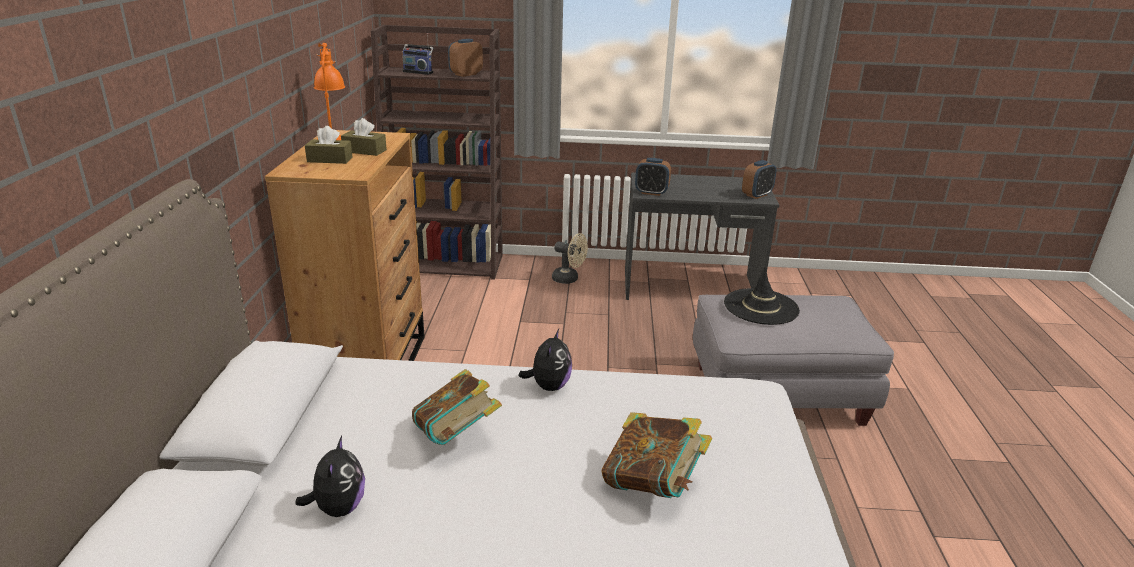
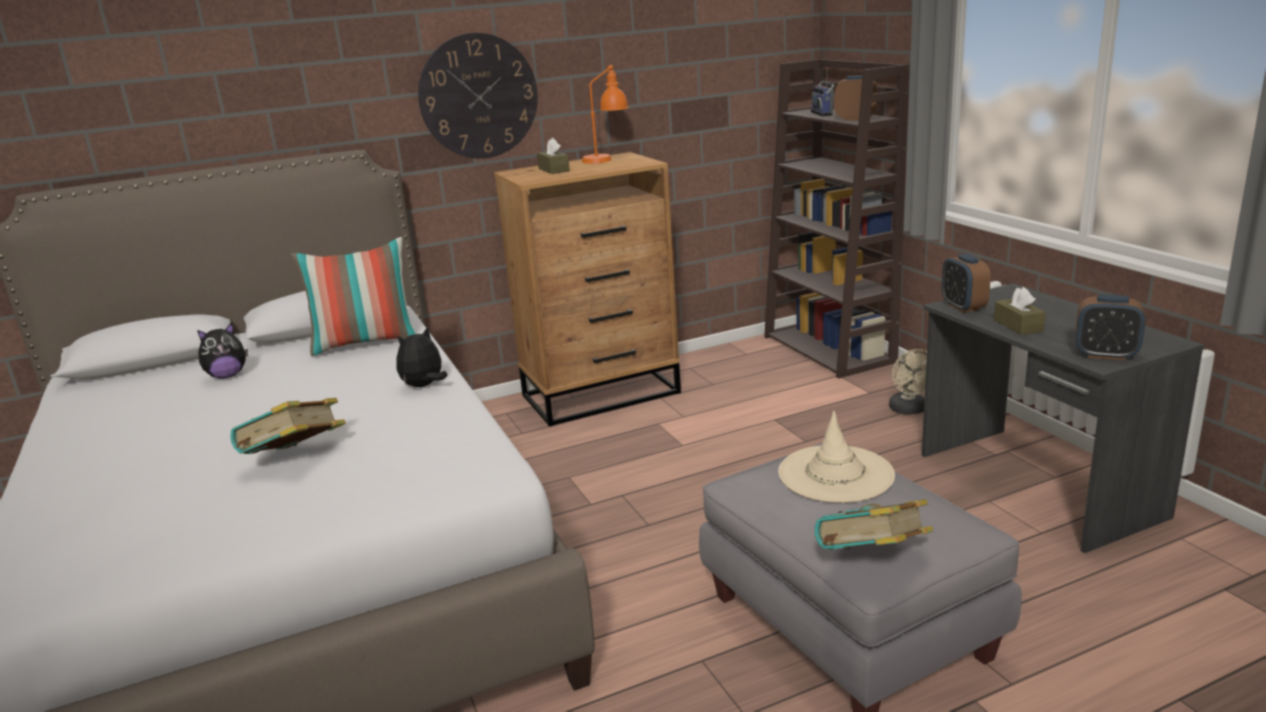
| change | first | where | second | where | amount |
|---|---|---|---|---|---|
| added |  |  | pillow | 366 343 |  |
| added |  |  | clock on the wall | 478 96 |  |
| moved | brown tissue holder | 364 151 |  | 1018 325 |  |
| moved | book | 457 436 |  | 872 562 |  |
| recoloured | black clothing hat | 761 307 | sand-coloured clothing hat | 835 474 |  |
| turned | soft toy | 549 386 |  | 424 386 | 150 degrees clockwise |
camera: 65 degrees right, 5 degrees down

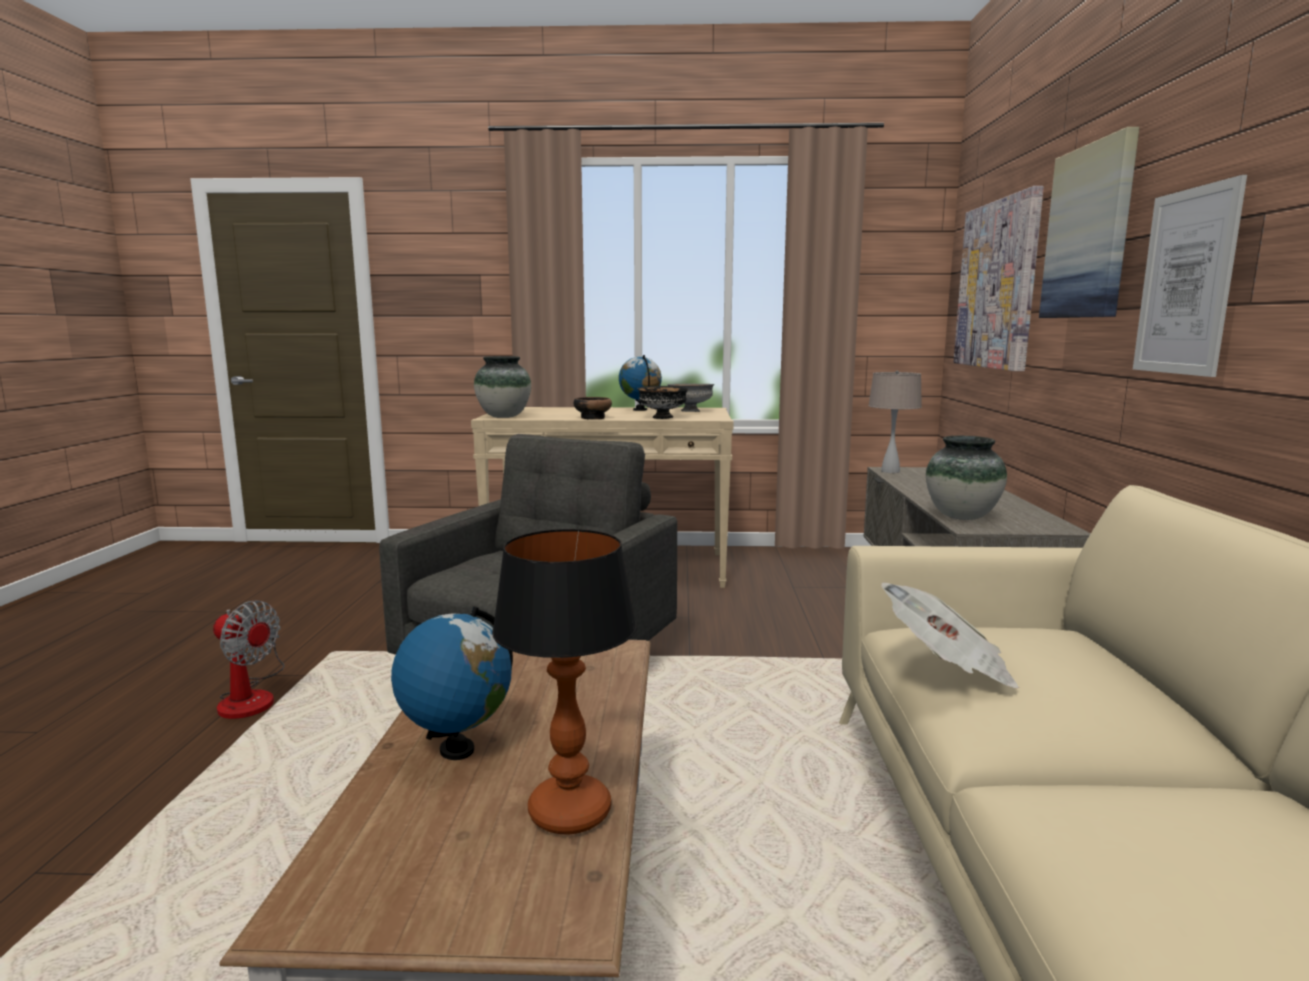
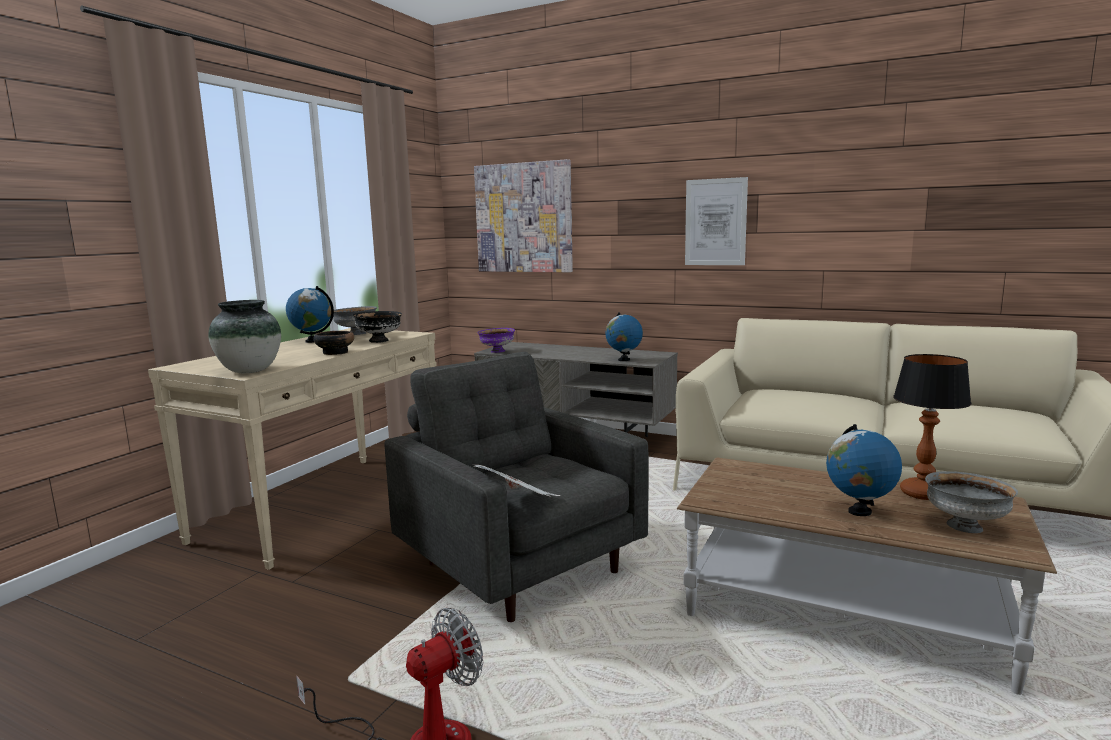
| change | first | where | second | where | amount |
|---|---|---|---|---|---|
| removed | wall art | 1089 232 |  |  |  |
| added |  |  | gray bowl | 964 526 |  |
| moved | newspaper | 947 666 |  | 518 503 |  |
| replaced | sand-coloured lamp for a table | 890 471 | purple-coloured bowl | 497 351 |  |
| replaced | vase | 961 516 | desk globe | 623 360 |  |
camera: 65 degrees left, 0 degrees up

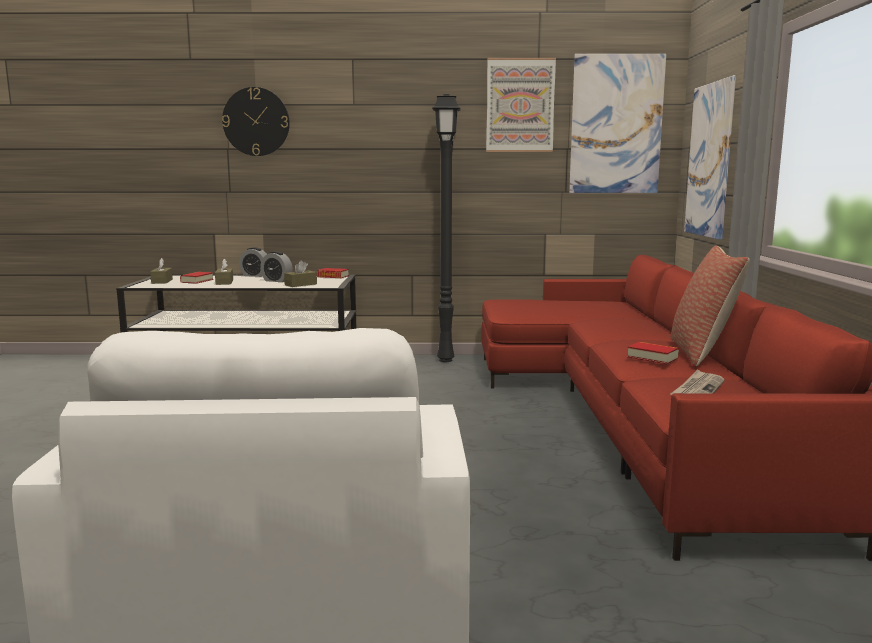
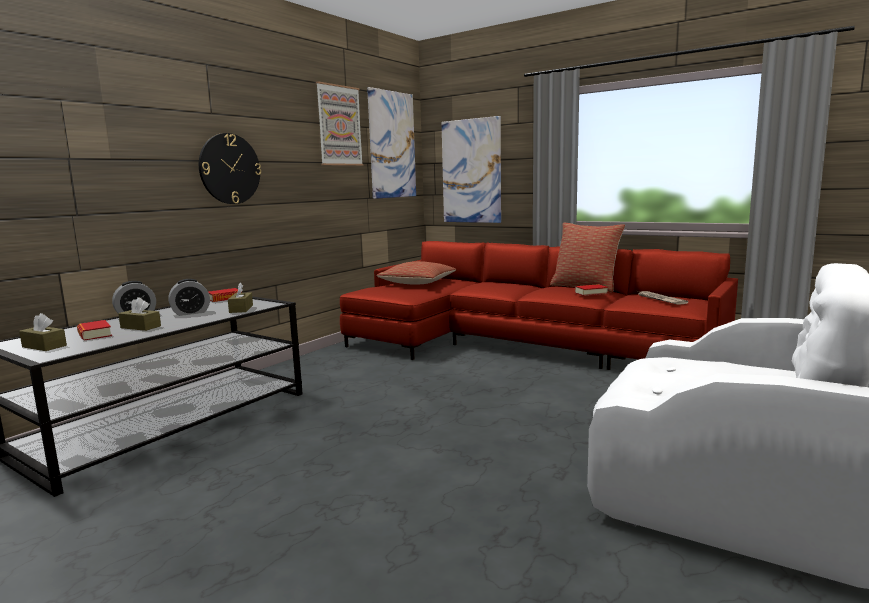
| change | first | where | second | where | amount |
|---|---|---|---|---|---|
| removed | black floor lamp | 444 360 |  |  |  |
| added |  |  | pillow | 418 283 |  |
| moved | clock on the wall | 256 122 |  | 229 169 |  |
camera: 55 degrees left, 0 degrees up

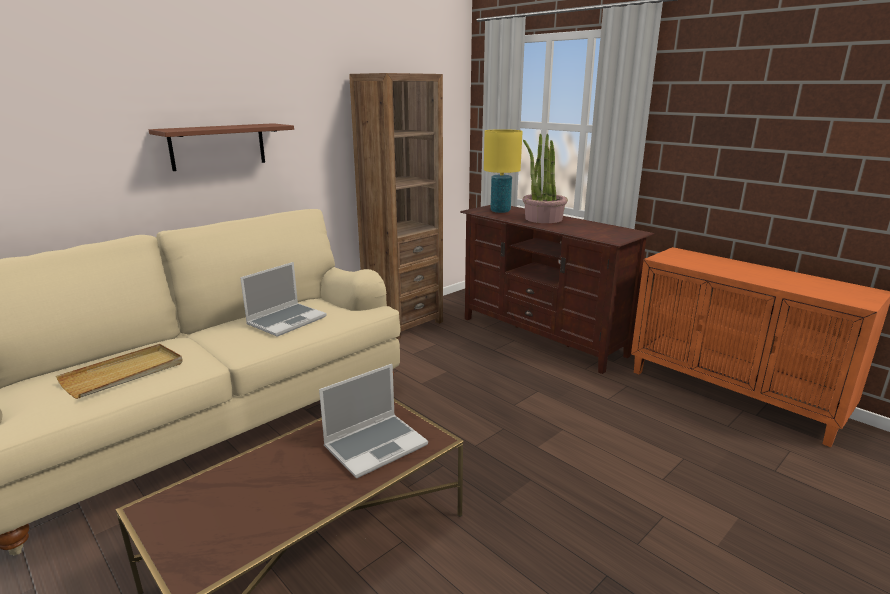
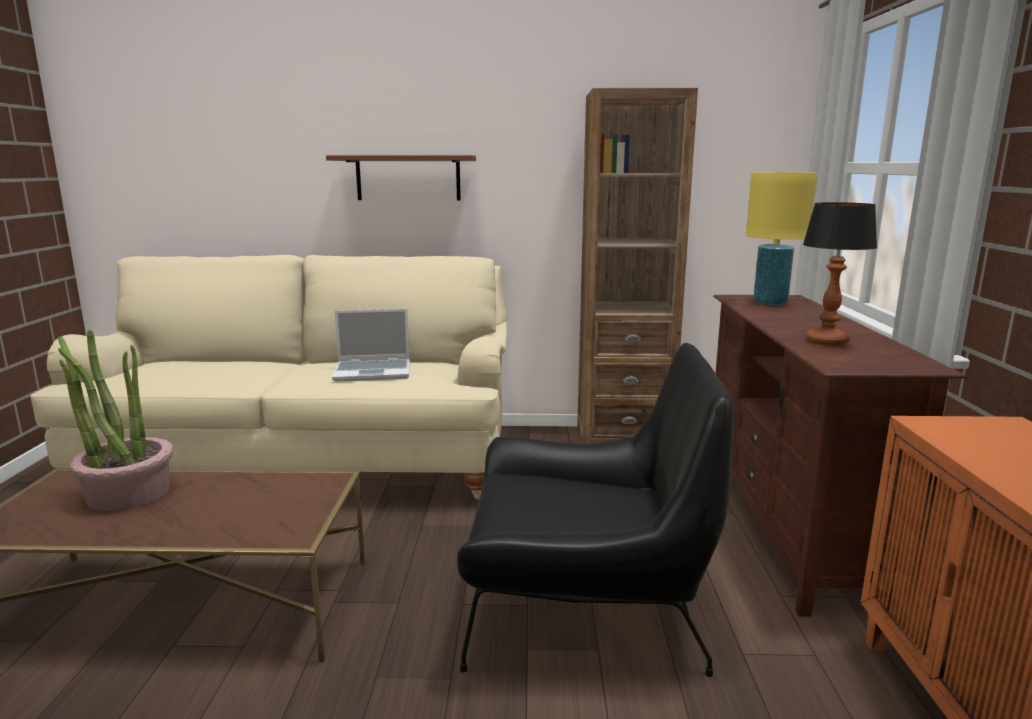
| change | first | where | second | where | amount |
|---|---|---|---|---|---|
| removed | sand-coloured serving tray | 124 374 |  |  |  |
| removed | laptop | 376 445 |  |  |  |
| added |  |  | black lounge chair | 585 606 |  |
| added |  |  | lamp for a table | 827 341 |  |
| moved | houseplant | 543 219 |  | 128 493 |  |
camera: 45 degrees right, 5 degrees down

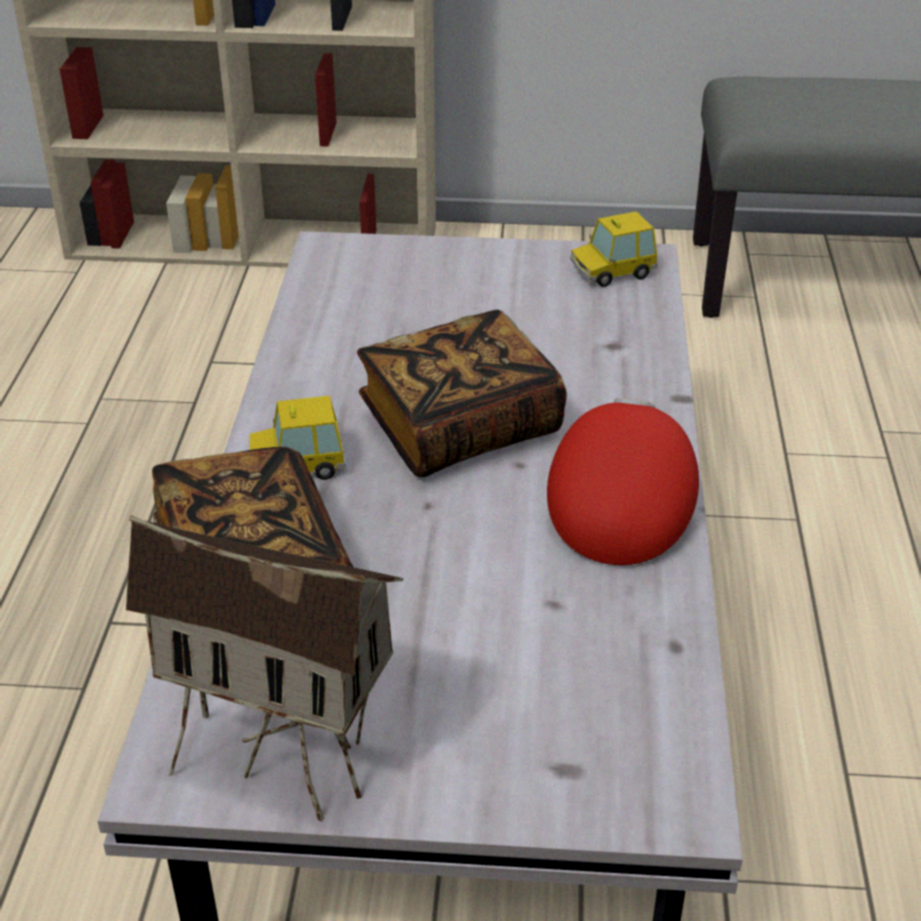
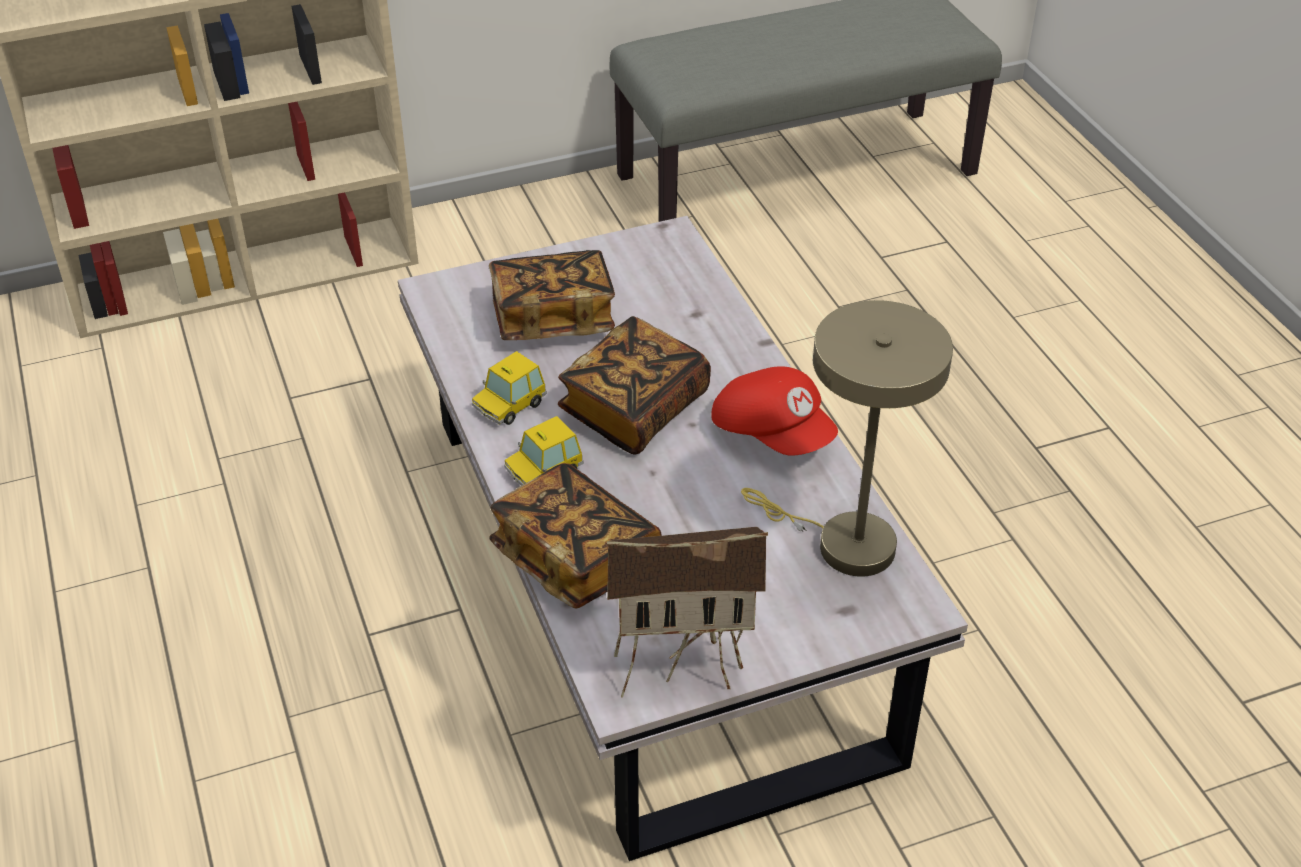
| change | first | where | second | where | amount |
|---|---|---|---|---|---|
| added |  |  | book | 552 318 |  |
| added |  |  | sand-coloured lamp for a table | 843 543 |  |
| moved | model car | 612 271 |  | 509 405 |  |
| turned | red-coloured peaked cap | 619 505 |  | 773 433 | 150 degrees clockwise |
camera: 25 degrees left, 5 degrees up

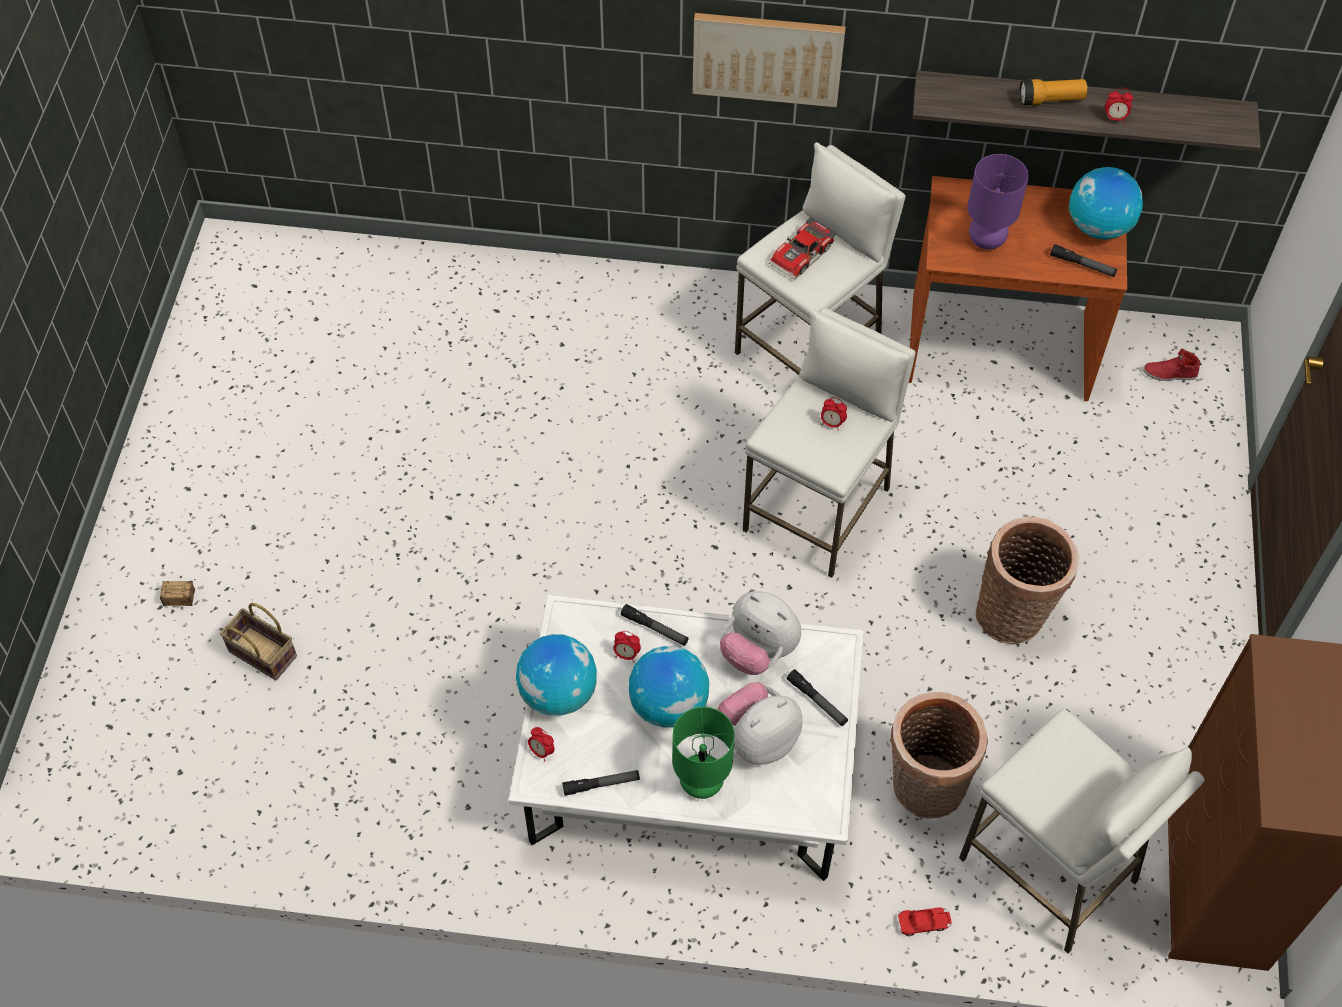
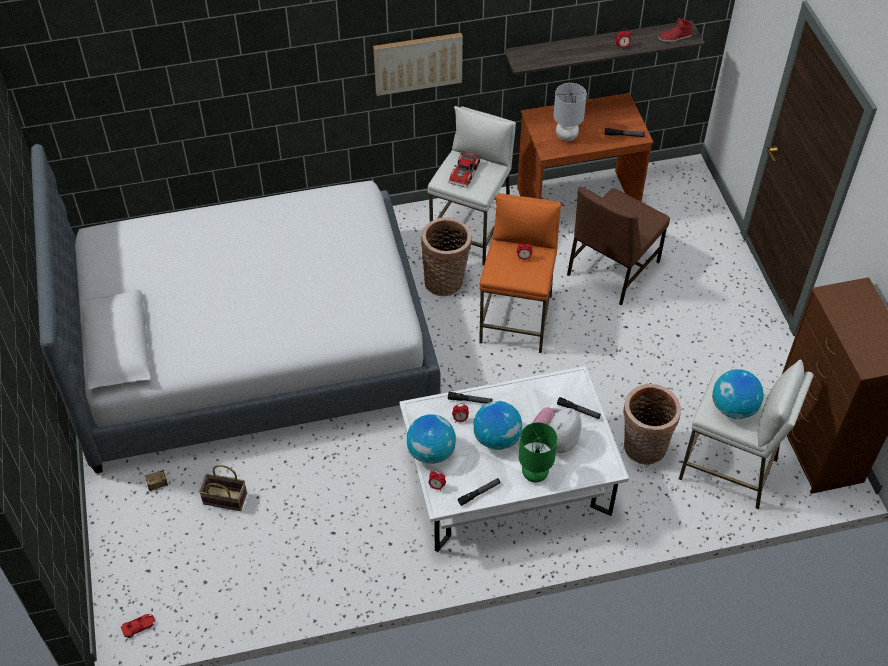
| change | first | where | second | where | amount |
|---|---|---|---|---|---|
| removed | soft toy | 758 651 |  |  |  |
| removed | hand torch | 1051 100 |  |  |  |
| added |  |  | bedroom bed | 252 345 |  |
| added |  |  | brown upright chair | 611 269 |  |
| moved | red-coloured model car | 924 922 |  | 139 626 |  |
| moved | household basket | 1014 615 |  | 446 281 |  |
| moved | desk globe | 1098 227 |  | 733 408 |  |
| moved | red-coloured shoe | 1170 374 |  | 675 37 |  |
| recoloured | whitish stool | 818 509 | orange stool | 516 319 |  |
| recoloured | purple-coloured lamp for a table | 986 240 | gray lamp for a table | 566 136 |  |
camera: 20 degrees left, 5 degrees down

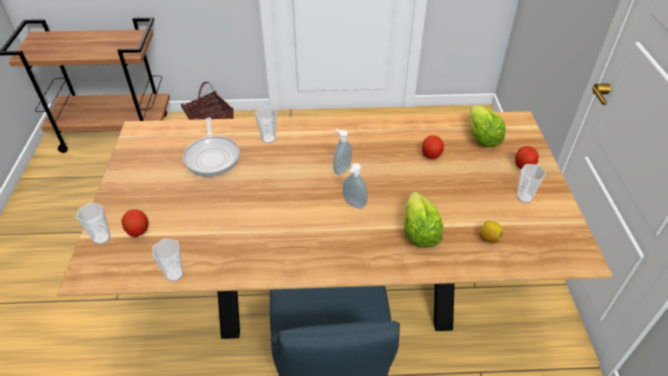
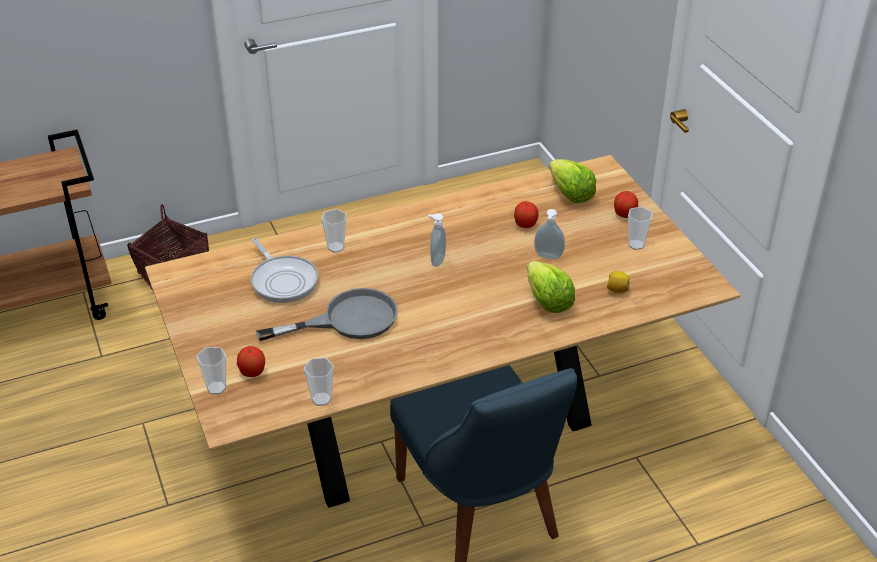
| change | first | where | second | where | amount |
|---|---|---|---|---|---|
| added |  |  | gray frying pan | 347 320 |  |
| moved | soap bottle | 353 205 |  | 548 257 |  |
camera: 20 degrees left, 5 degrees down

